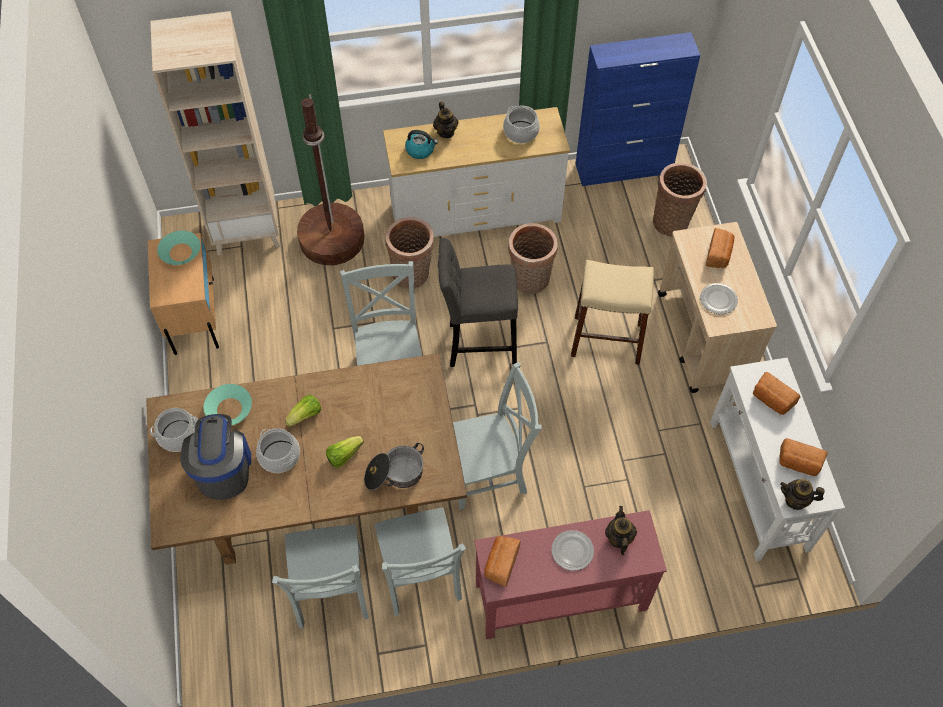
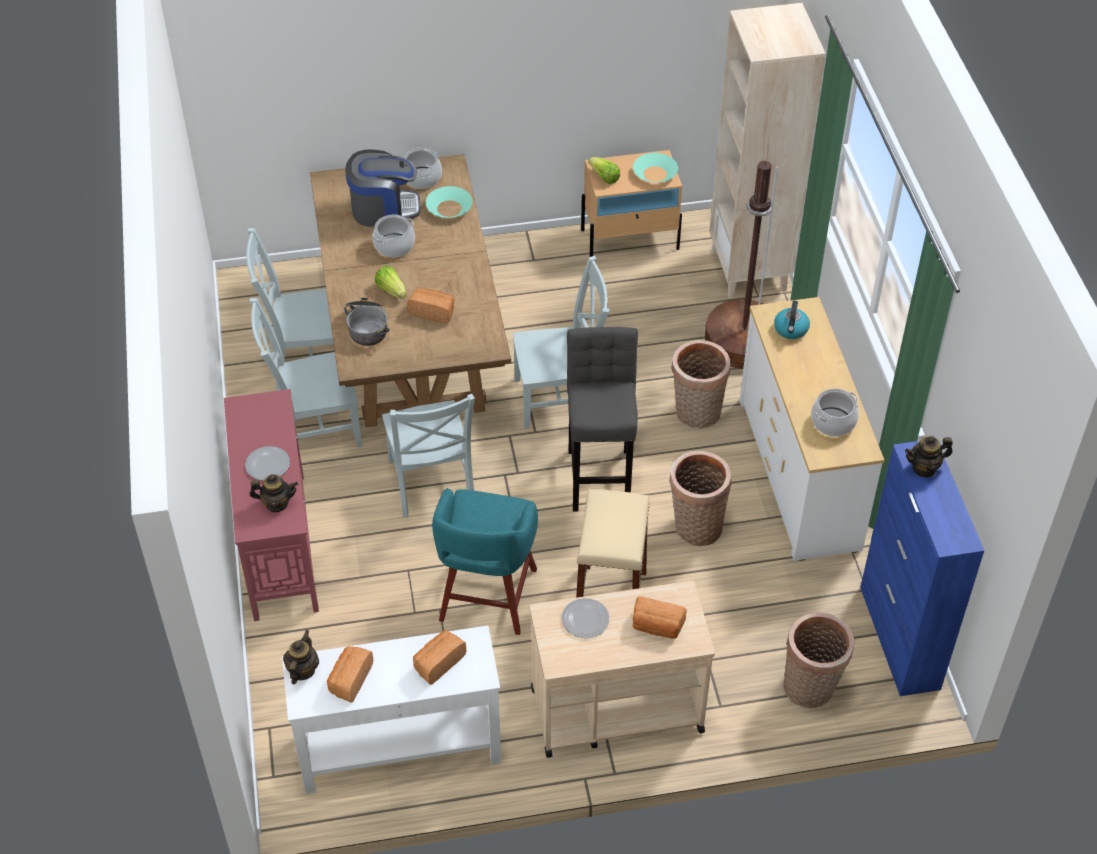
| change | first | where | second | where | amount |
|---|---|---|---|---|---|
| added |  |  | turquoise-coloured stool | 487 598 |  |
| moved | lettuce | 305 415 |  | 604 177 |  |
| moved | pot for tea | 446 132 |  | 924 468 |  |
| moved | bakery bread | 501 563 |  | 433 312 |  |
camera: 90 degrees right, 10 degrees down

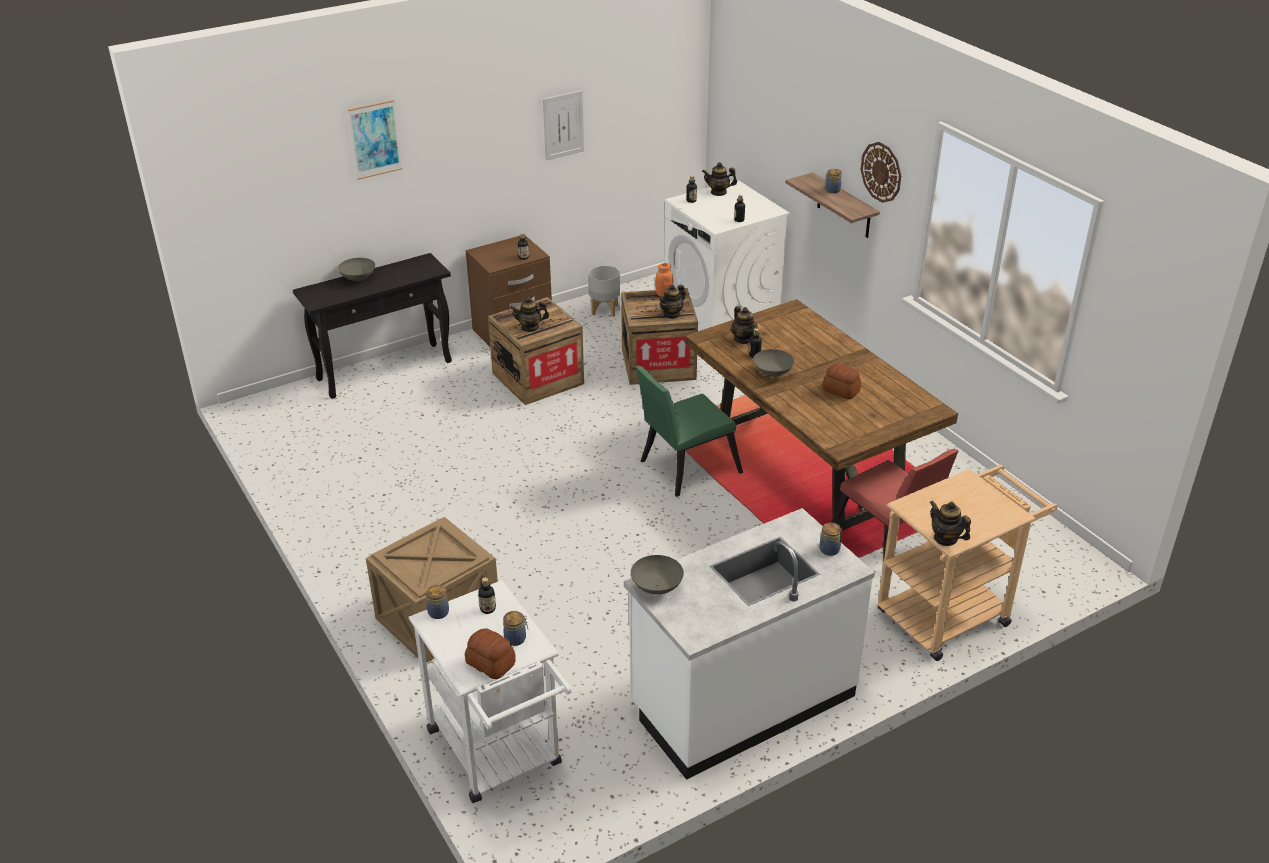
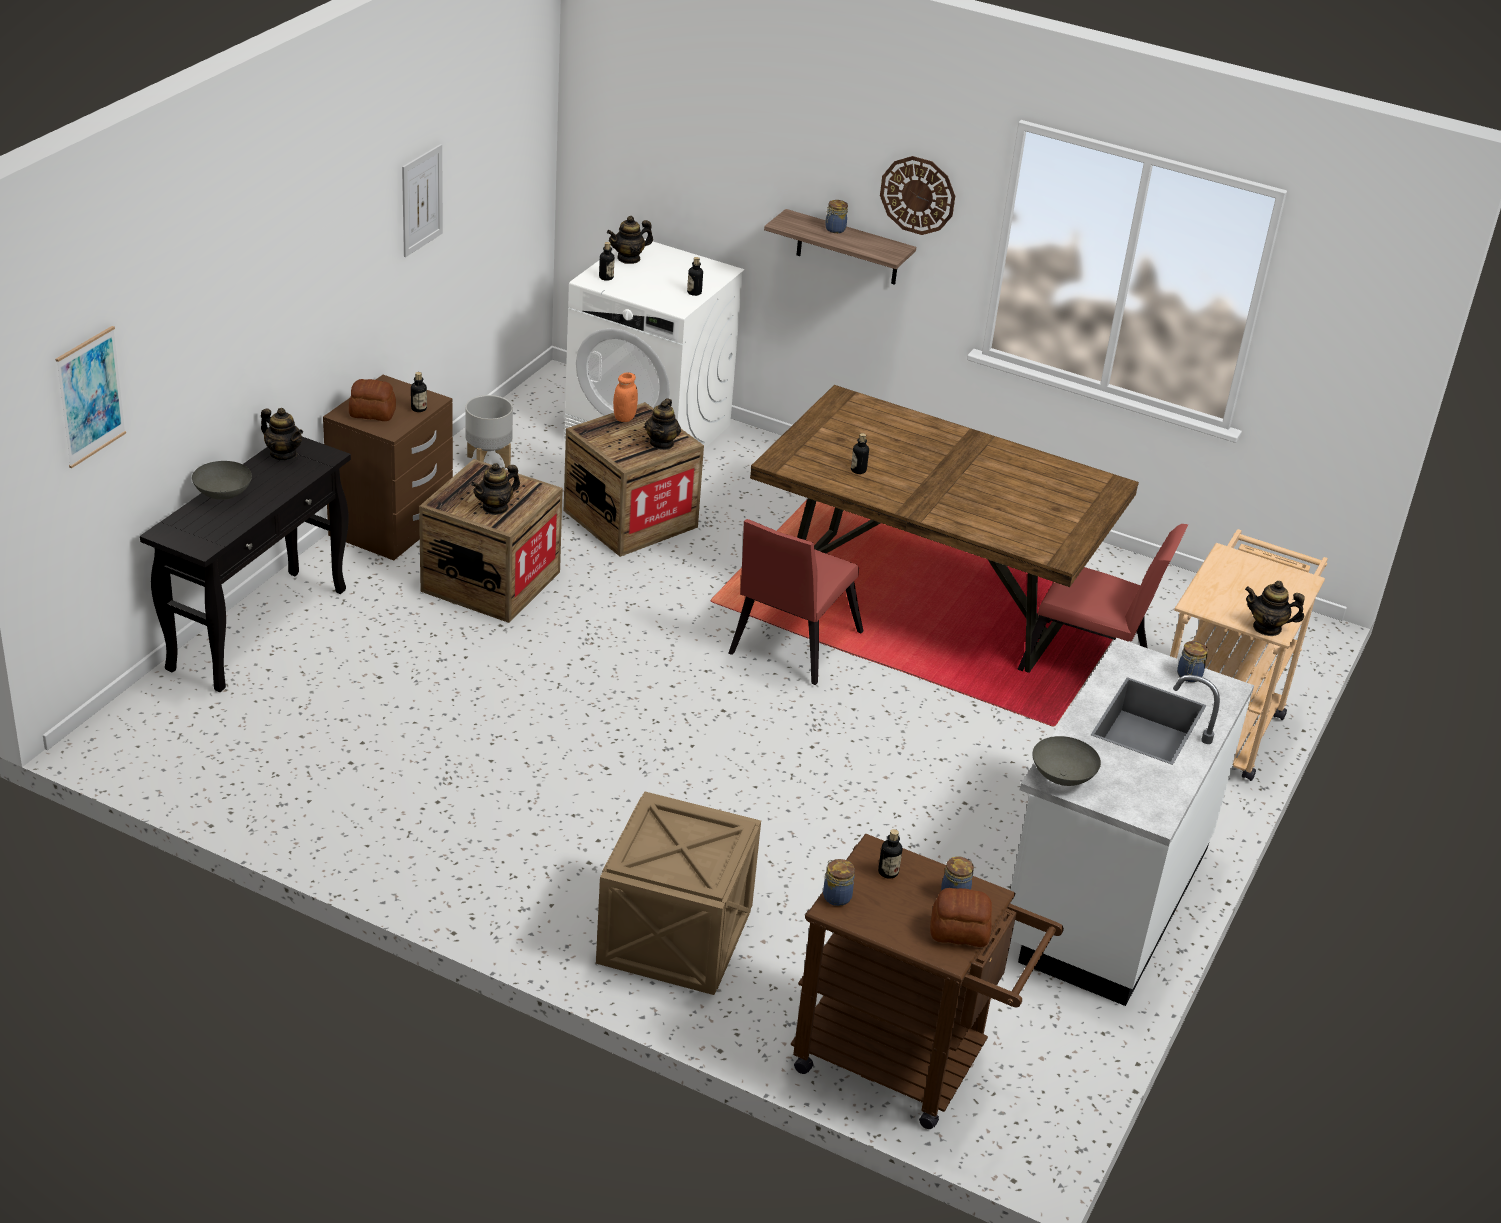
| change | first | where | second | where | amount |
|---|---|---|---|---|---|
| removed | gray bowl | 772 373 |  |  |  |
| moved | wall art | 375 139 |  | 90 396 |  |
| moved | pot for tea | 743 339 |  | 283 454 |  |
| moved | bakery bread | 841 391 |  | 372 413 |  |
| recoloured | whitish trolley | 499 755 | brown trolley | 905 1064 |  |
| recoloured | green-coloured upright chair | 684 468 | red-coloured upright chair | 790 646 |  |
camera: 35 degrees left, 0 degrees up

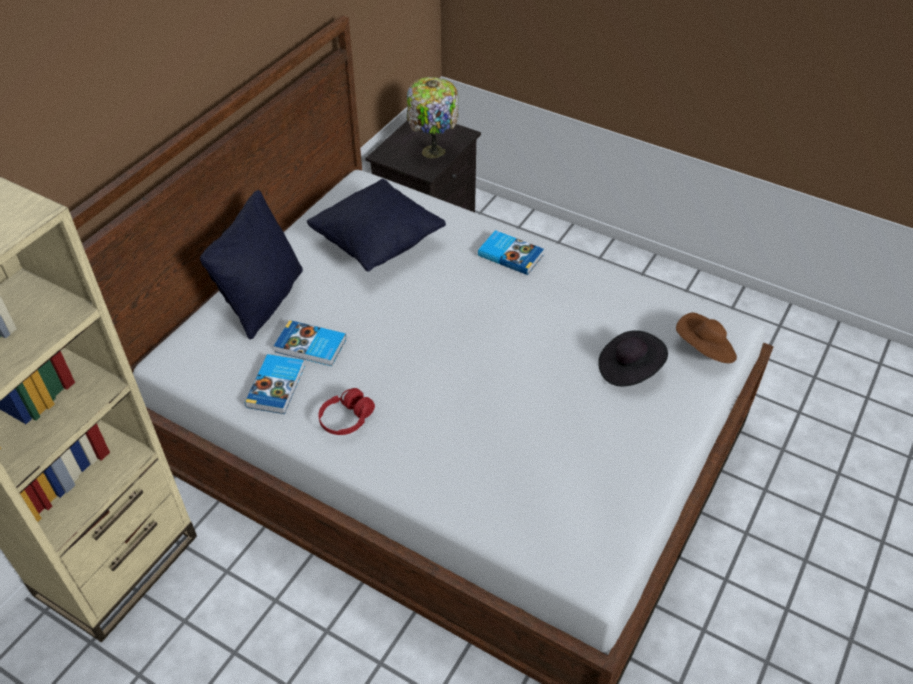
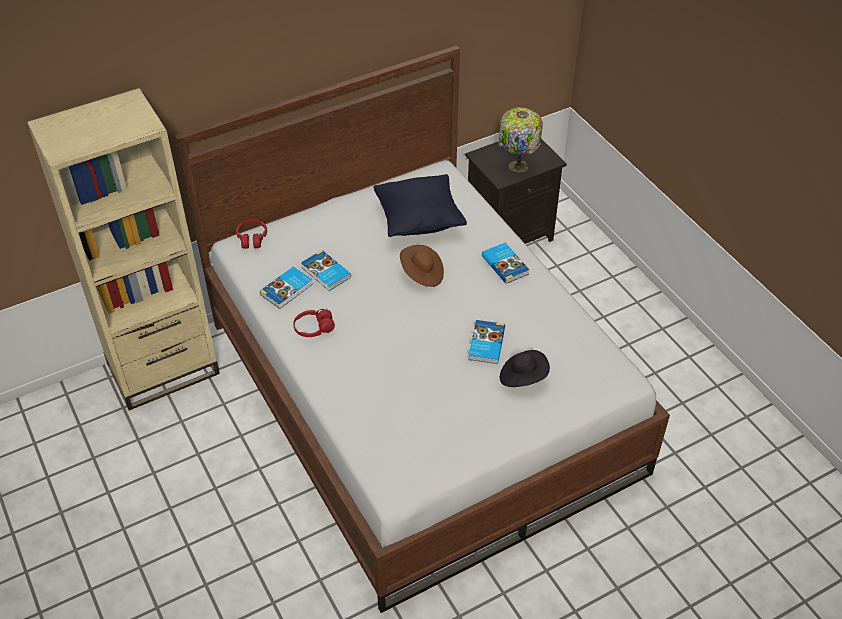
| change | first | where | second | where | amount |
|---|---|---|---|---|---|
| removed | black pillow | 264 300 |  |  |  |
| added |  |  | red-coloured pair of headphones | 252 238 |  |
| added |  |  | book | 485 344 |  |
| moved | brown clothing hat | 704 350 |  | 422 274 |  |
camera: 30 degrees right, 0 degrees up

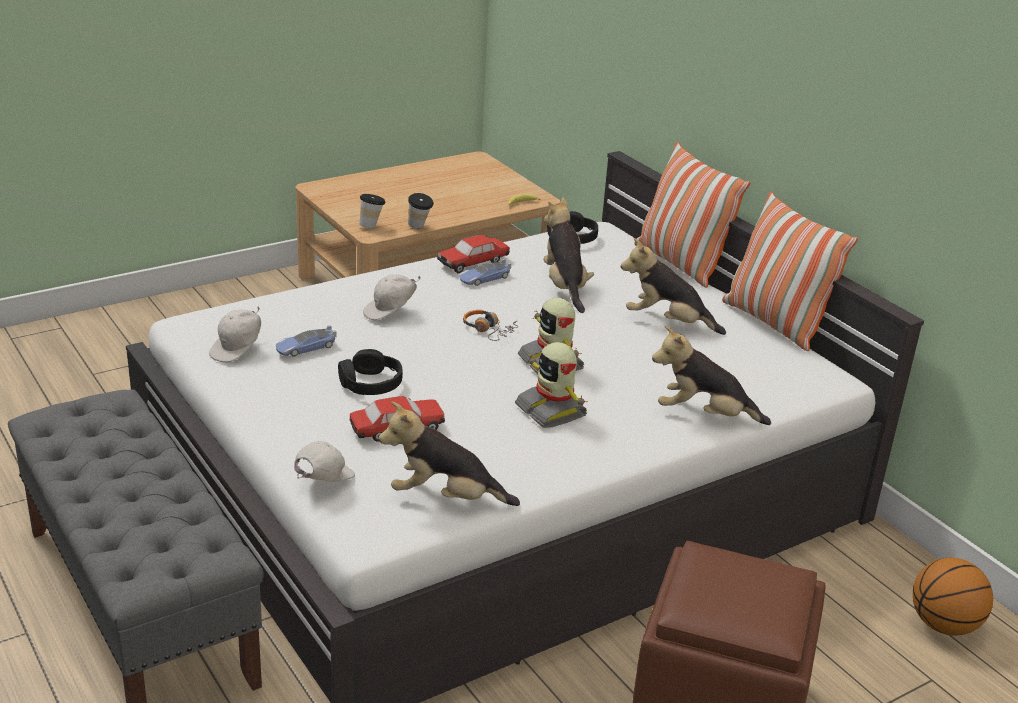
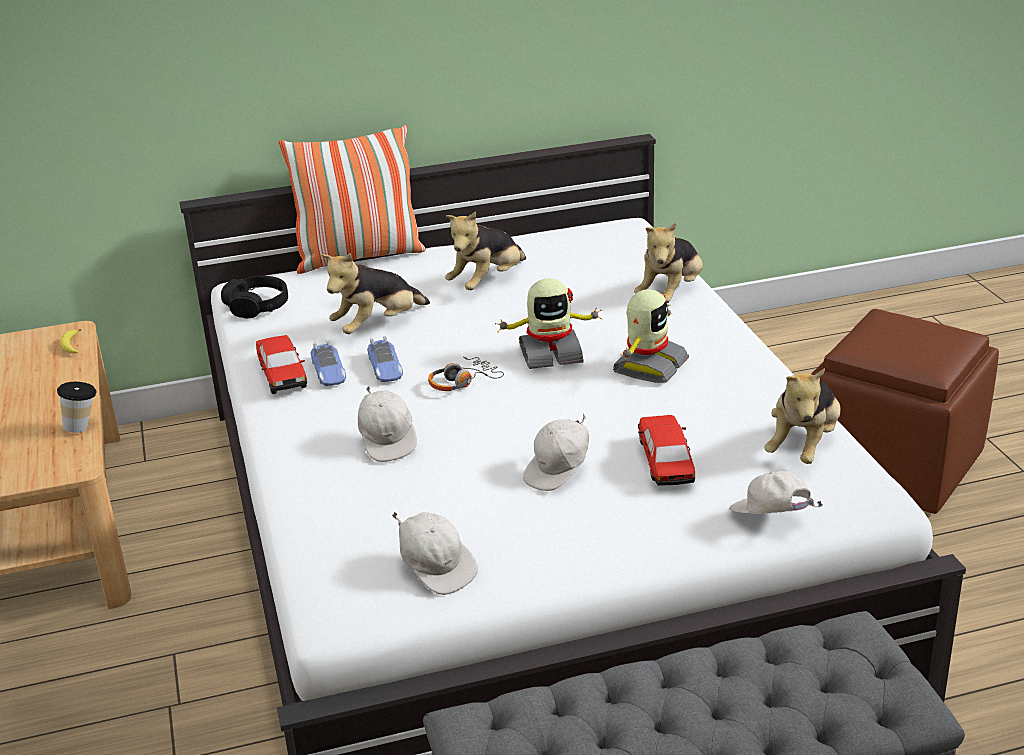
| change | first | where | second | where | amount |
|---|---|---|---|---|---|
| removed | cup | 371 226 |  |  |  |
| removed | pillow | 774 323 |  |  |  |
| removed | basketball ball | 944 625 |  |  |  |
| moved | model car | 305 347 |  | 385 367 |  |
| replaced | black pair of headphones | 370 384 | whitish peaked cap | 560 471 |  |
| turned | toy robot | 552 410 |  | 648 366 | 45 degrees counterclockwise |
| turned | soft toy | 564 287 |  | 377 326 | 45 degrees counterclockwise |
camera: 70 degrees left, 0 degrees up

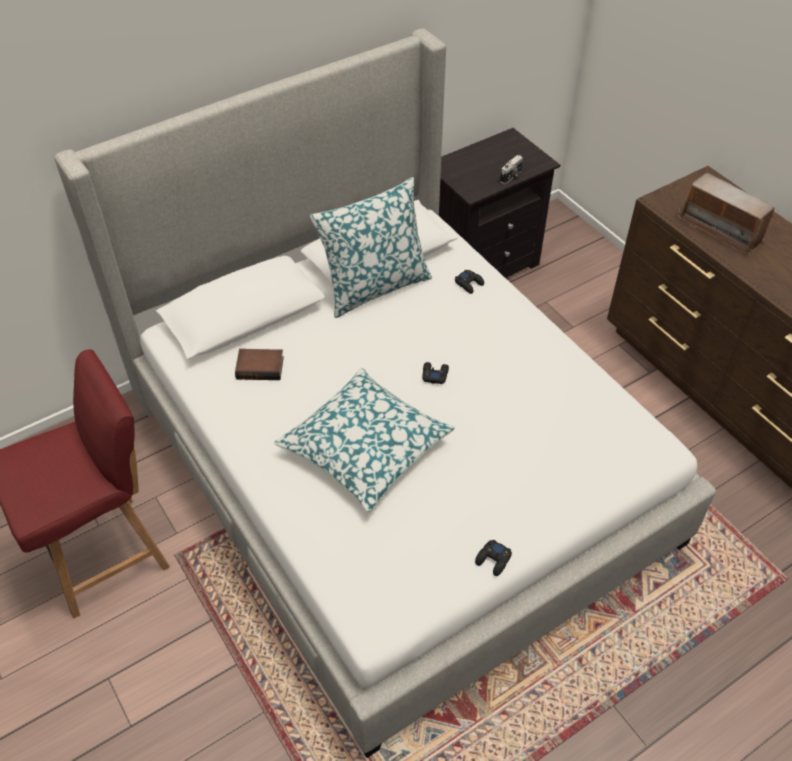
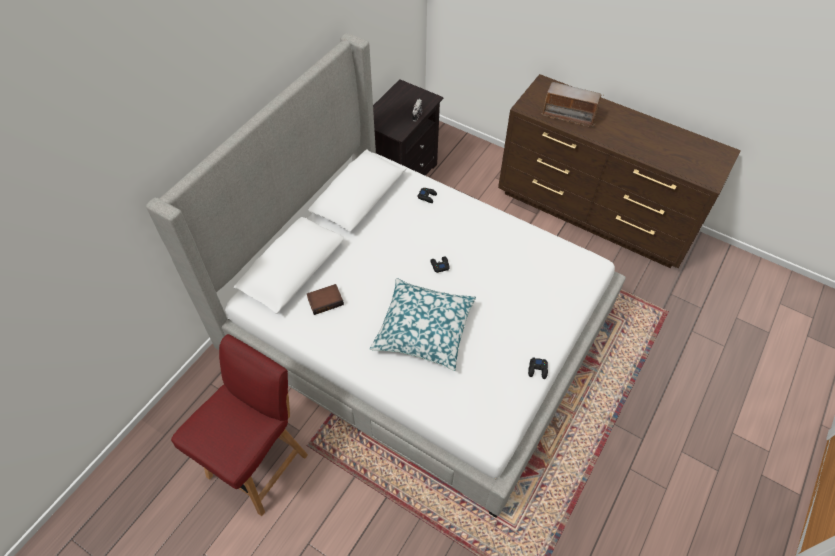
| change | first | where | second | where | amount |
|---|---|---|---|---|---|
| removed | pillow | 374 286 |  |  |  |
camera: 25 degrees left, 5 degrees up

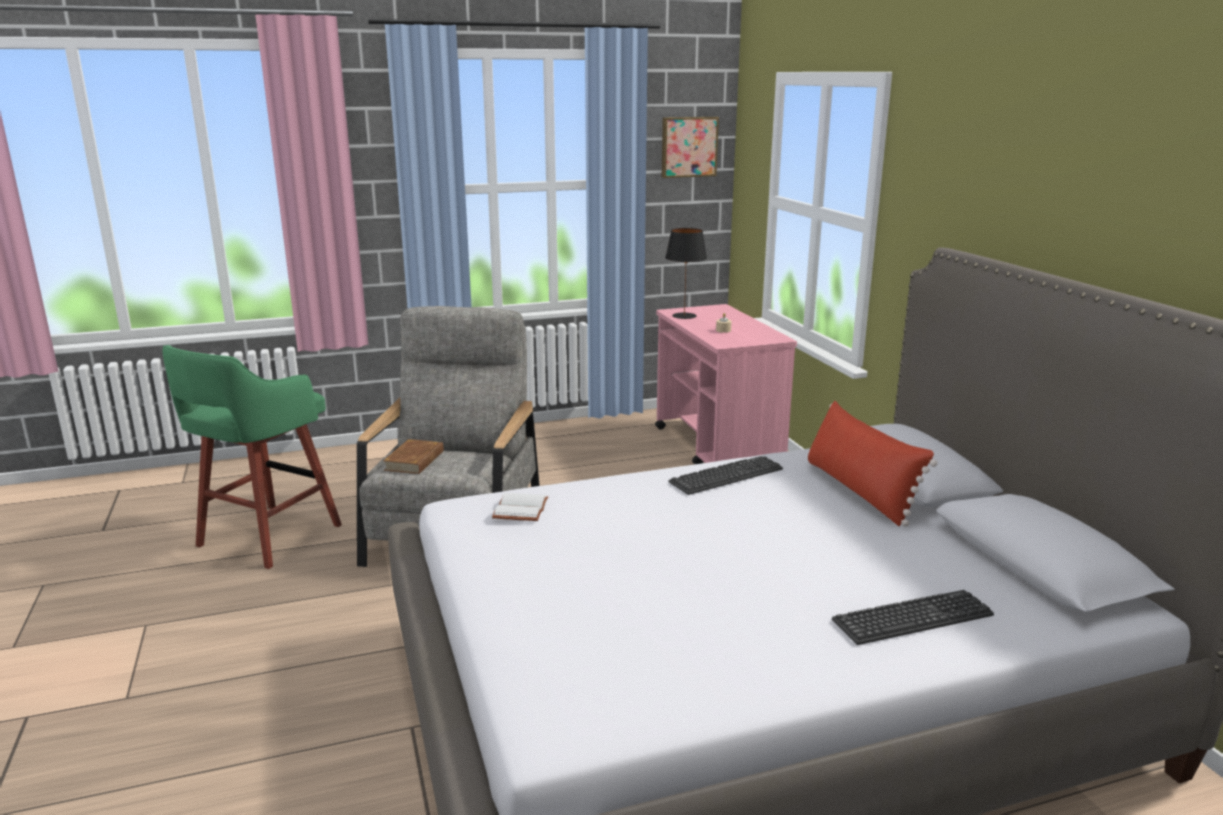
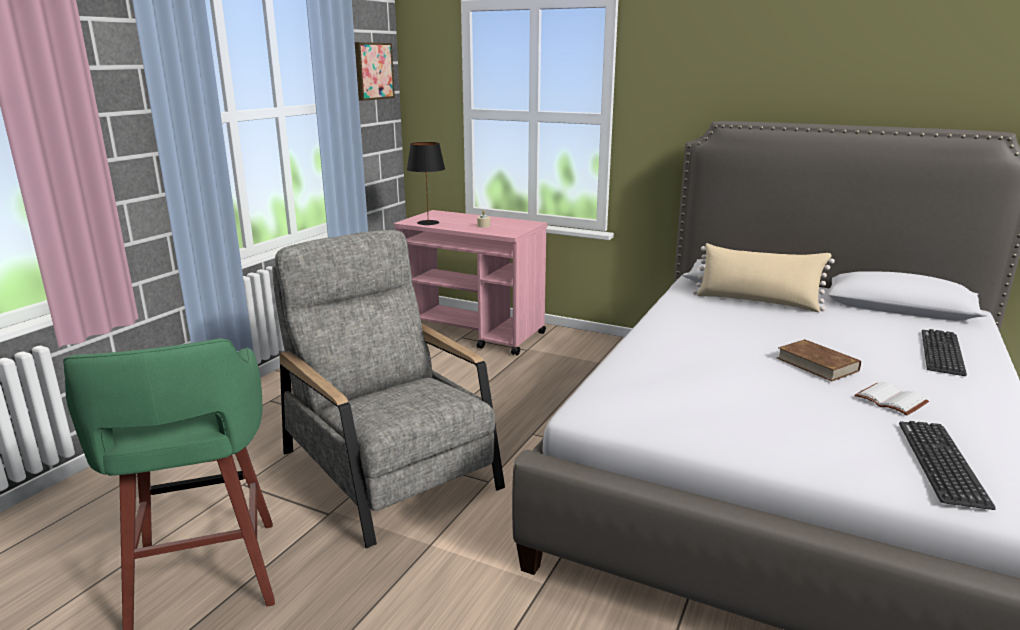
| change | first | where | second | where | amount |
|---|---|---|---|---|---|
| moved | brown book | 415 461 |  | 817 364 |  |
| moved | whitish book | 522 509 |  | 892 400 |  |
| moved | keyboard | 726 476 |  | 941 463 |  |
| recoloured | red-coloured pillow | 859 491 | sand-coloured pillow | 757 302 |  |
camera: 45 degrees left, 0 degrees up

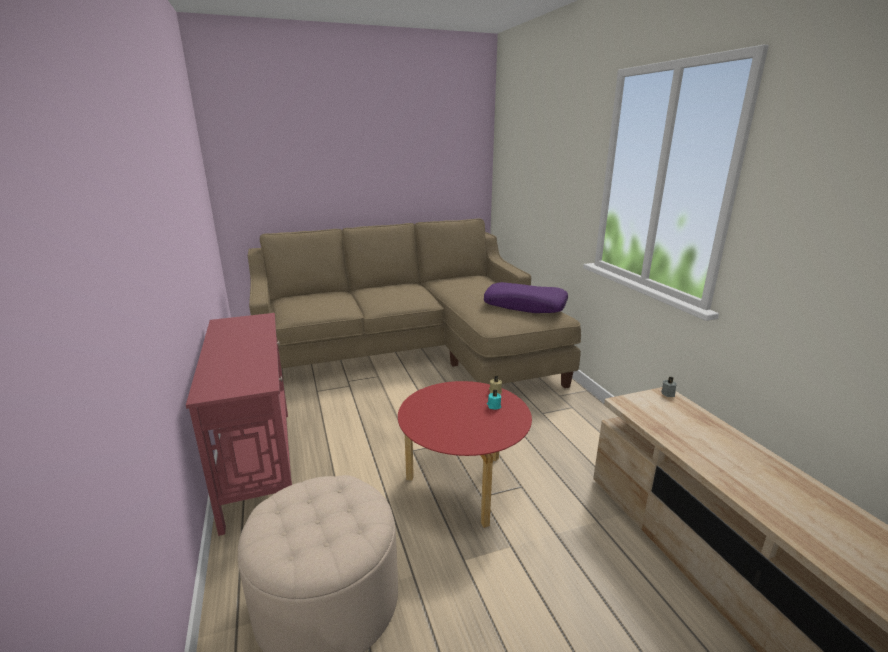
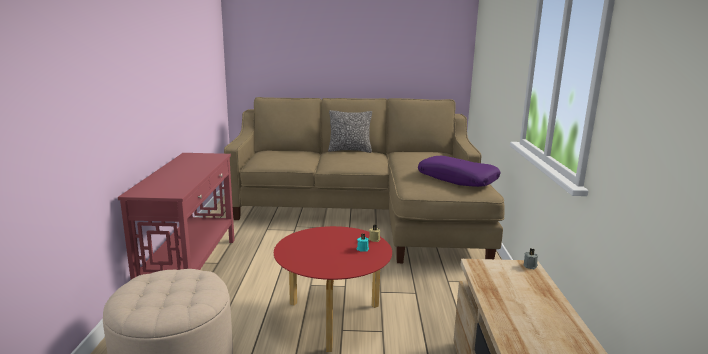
| change | first | where | second | where | amount |
|---|---|---|---|---|---|
| added |  |  | pillow | 350 150 |  |
camera: 20 degrees right, 5 degrees down

